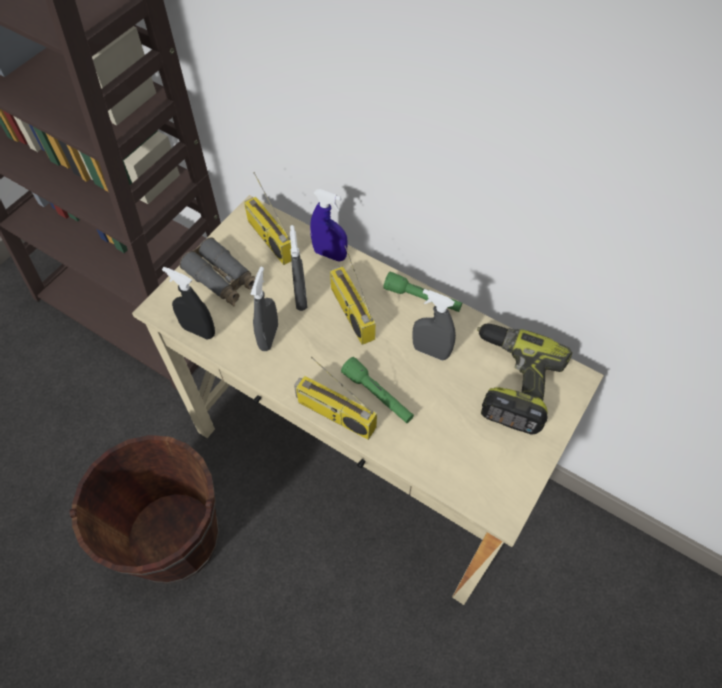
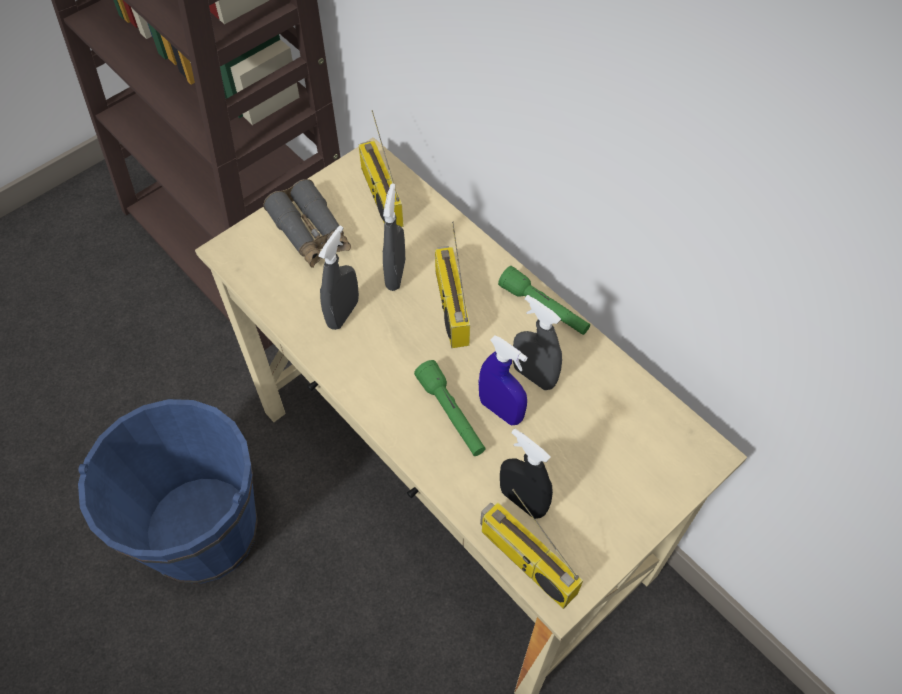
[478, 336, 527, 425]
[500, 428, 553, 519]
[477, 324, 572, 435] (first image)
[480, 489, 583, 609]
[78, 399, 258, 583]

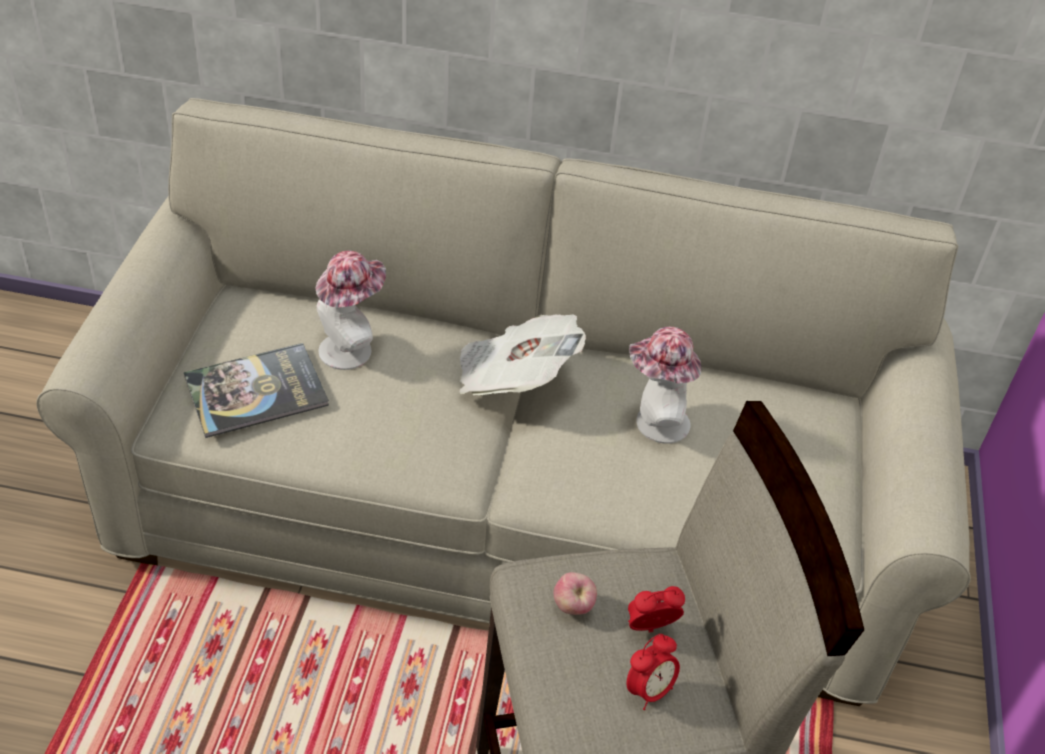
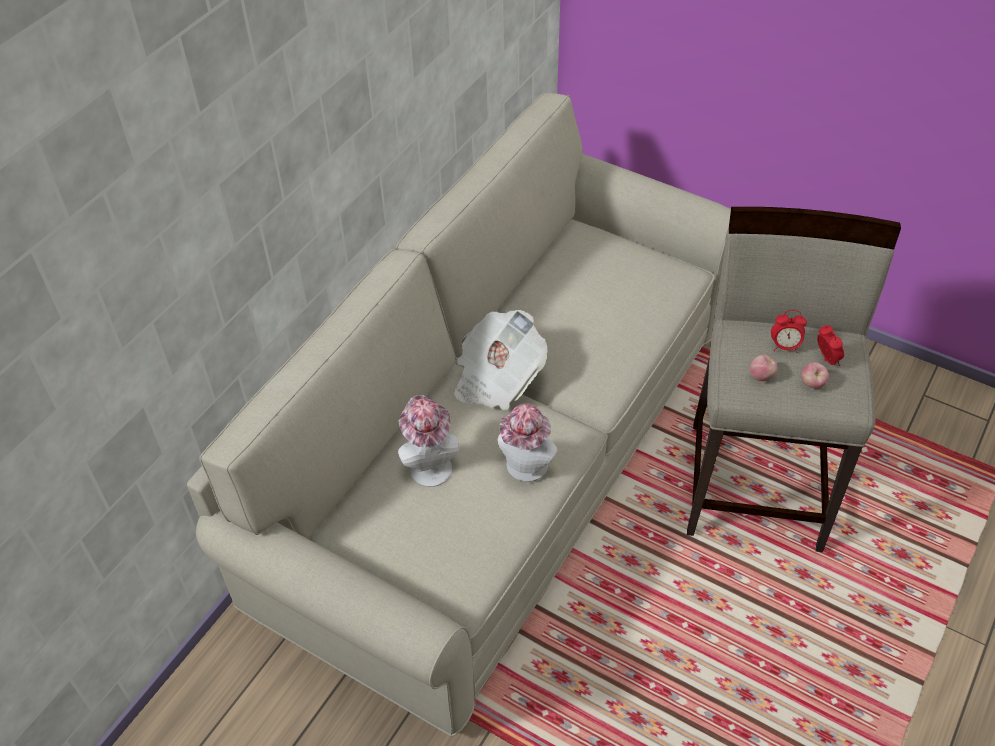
[498, 403, 557, 482]
[184, 343, 329, 438] (first image)
[771, 310, 807, 353]
[801, 362, 829, 389]

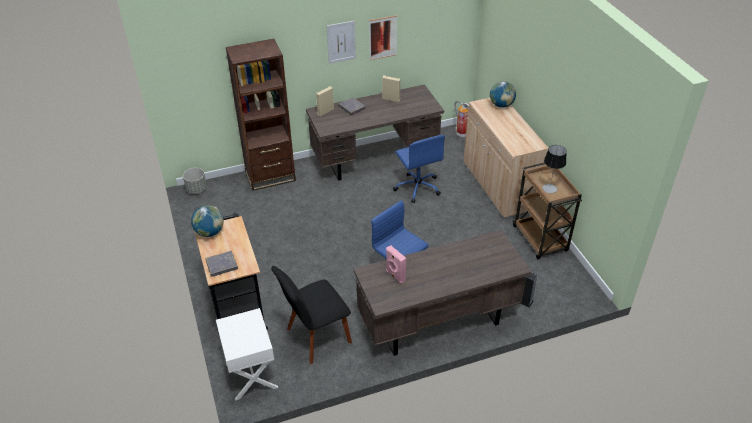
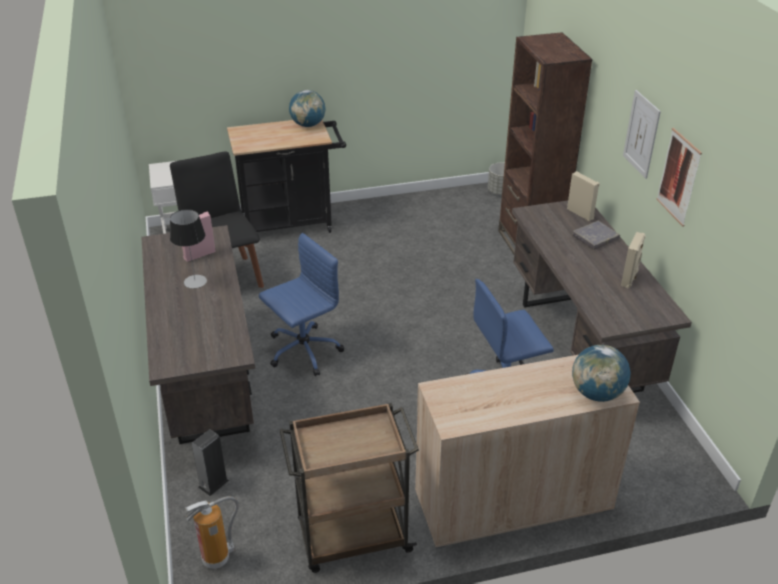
[185, 496, 239, 569]
[170, 209, 207, 288]
[205, 251, 238, 277] (first image)

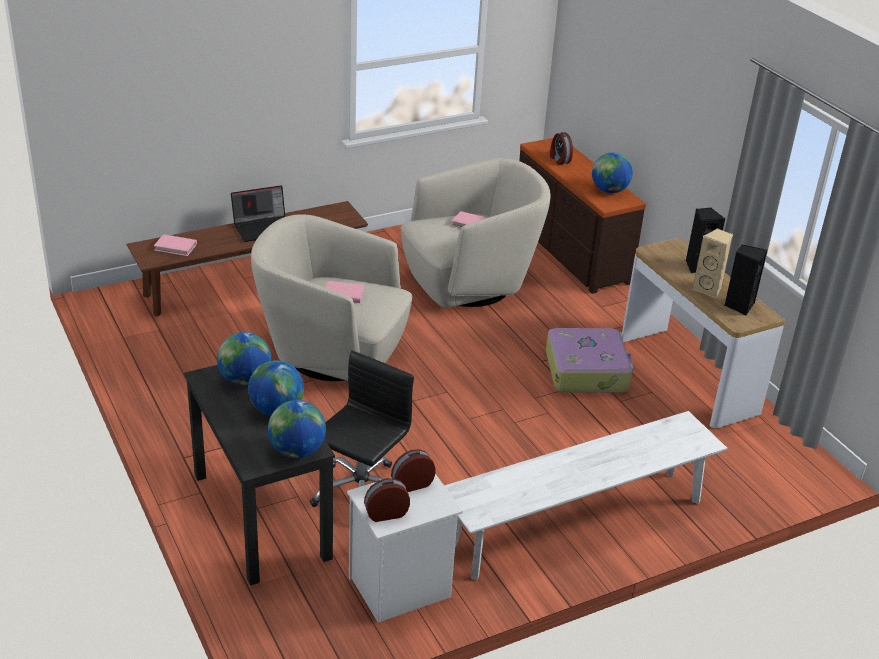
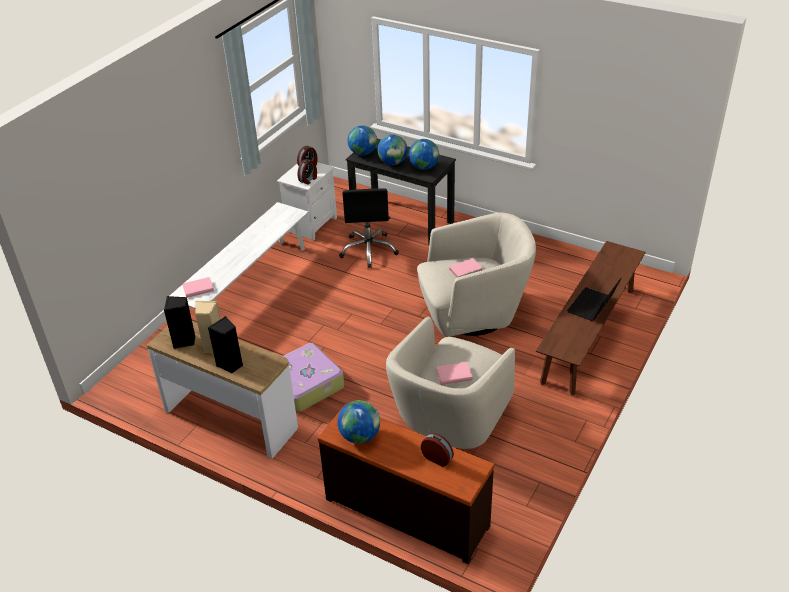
[182, 277, 214, 298]

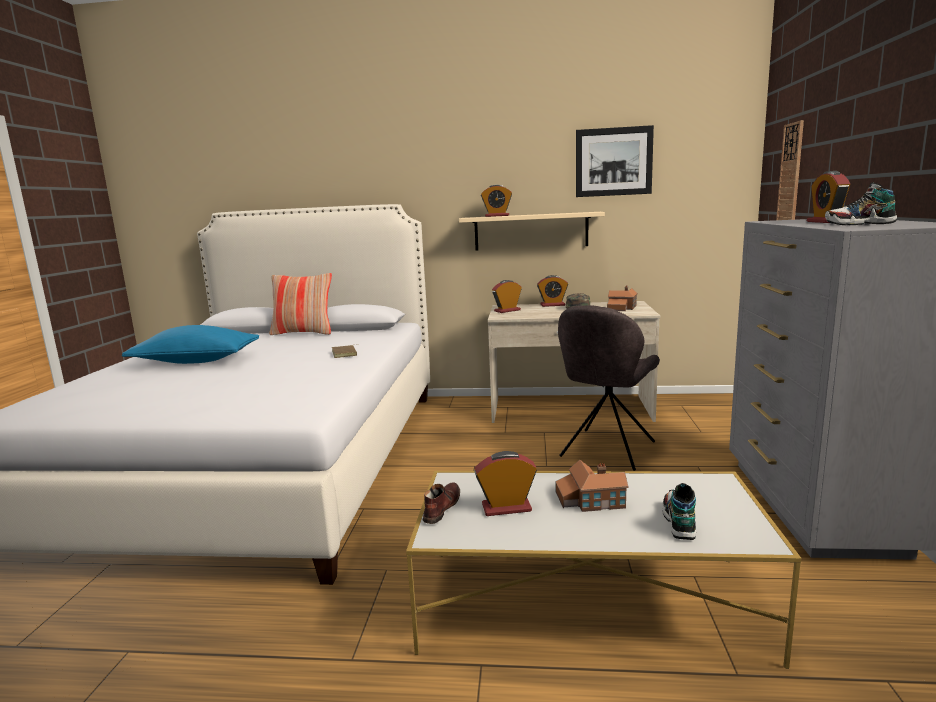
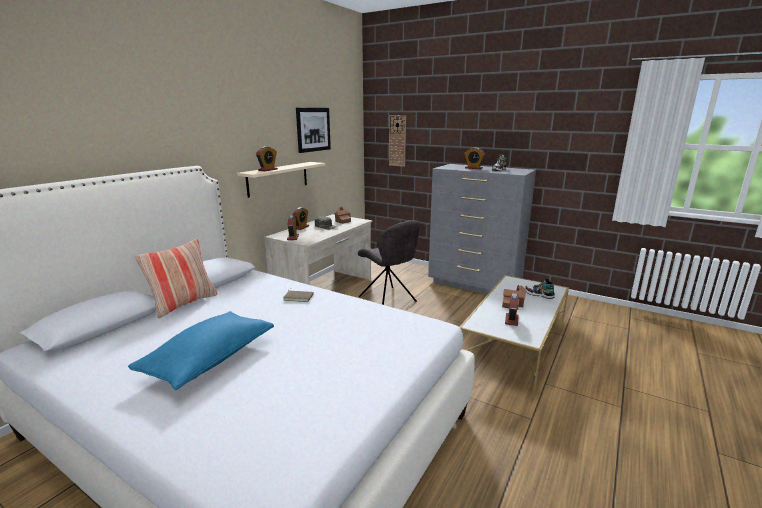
[422, 482, 460, 524] (first image)

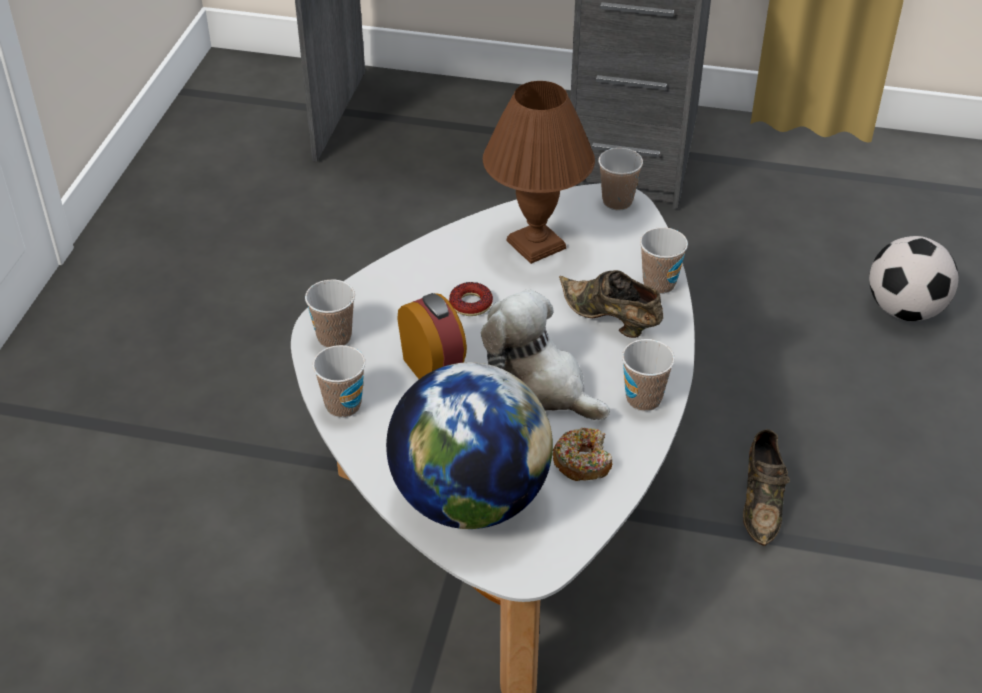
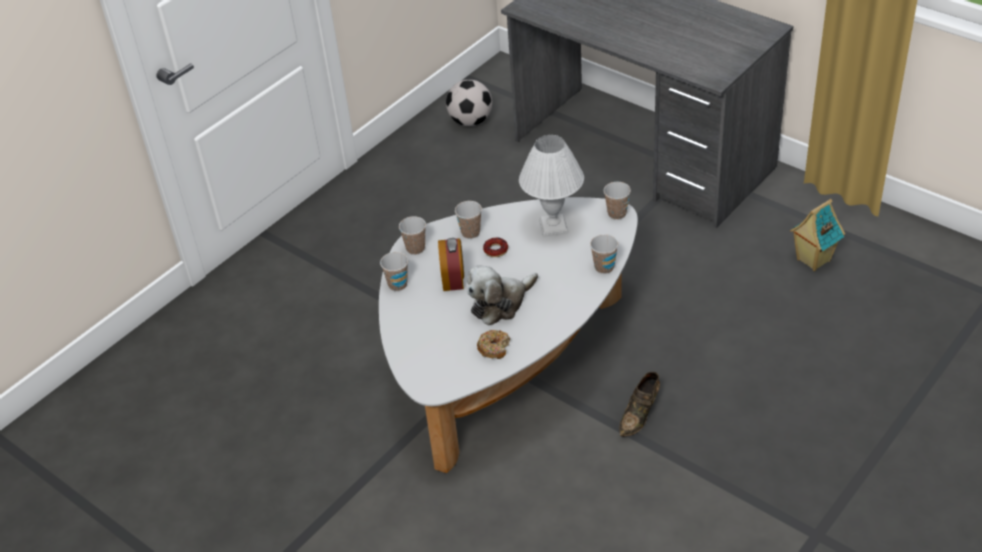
[519, 135, 584, 237]
[446, 80, 492, 126]
[559, 270, 663, 338] (first image)
[467, 265, 538, 326]
[455, 201, 482, 239]
[386, 362, 553, 529] (first image)
[790, 199, 845, 271]

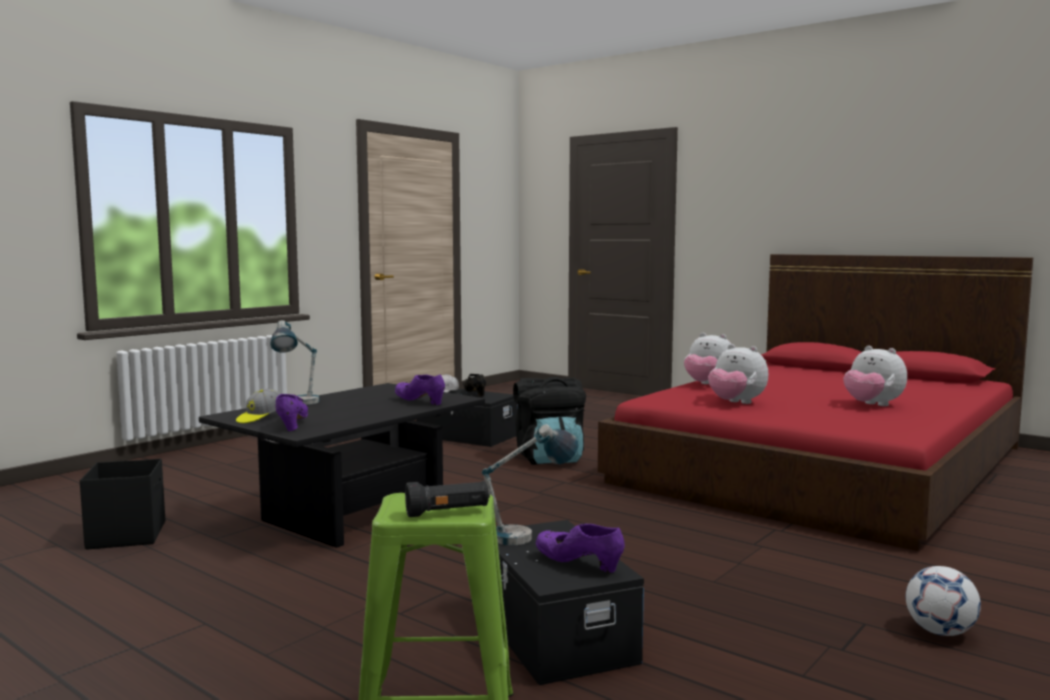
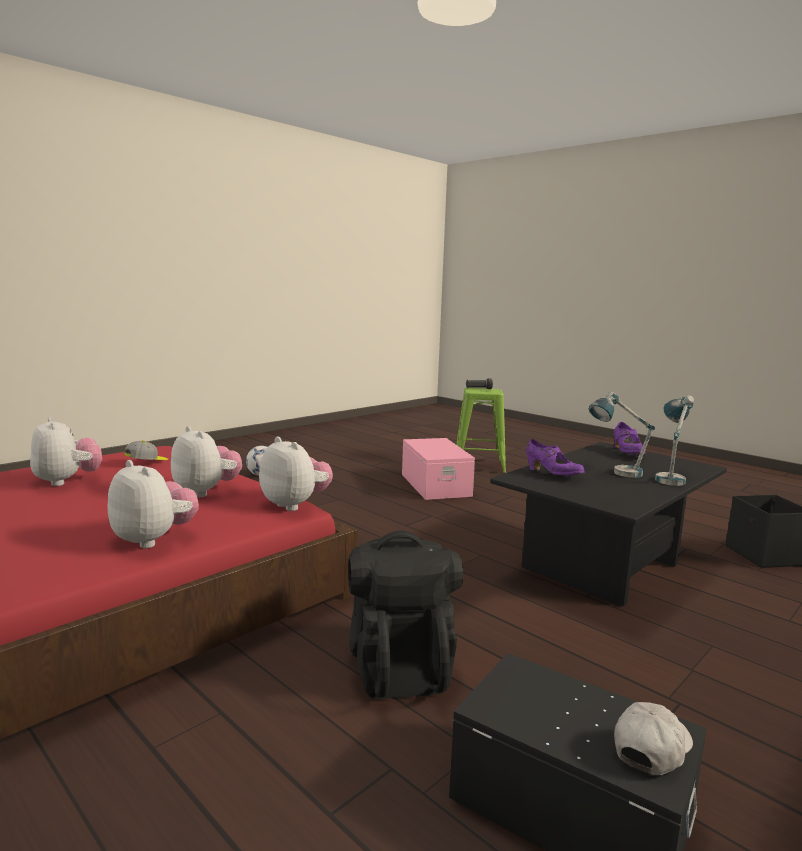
[463, 374, 486, 397] (first image)
[124, 440, 168, 460]
[589, 391, 655, 478]
[402, 438, 475, 500]
[536, 523, 625, 573] (first image)
[259, 436, 333, 511]

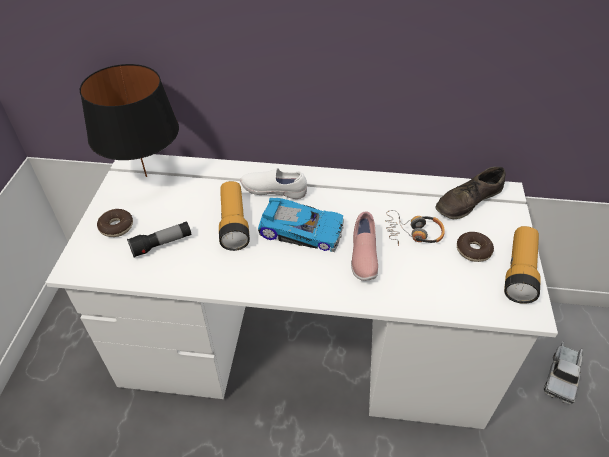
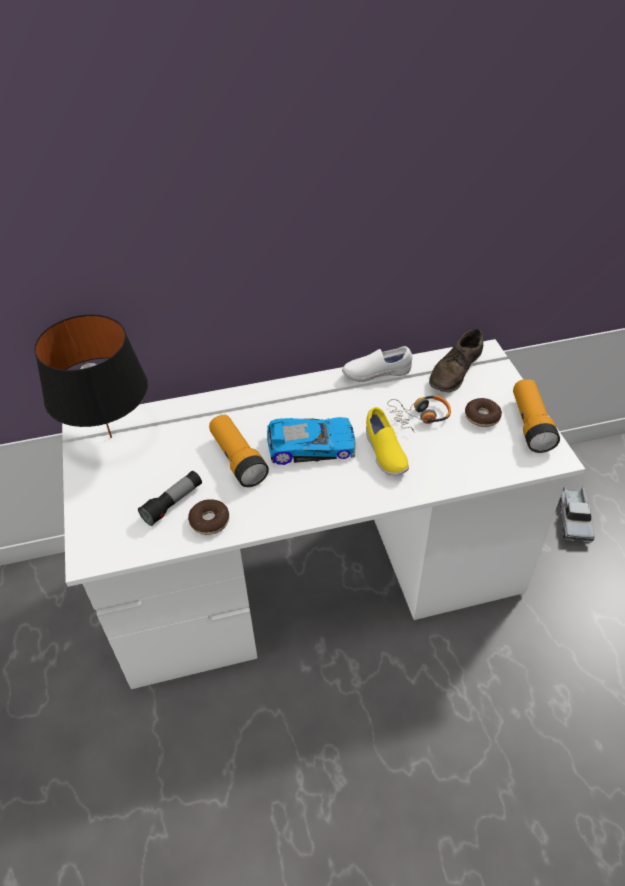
[342, 346, 413, 382]
[188, 499, 229, 535]
[366, 407, 409, 476]

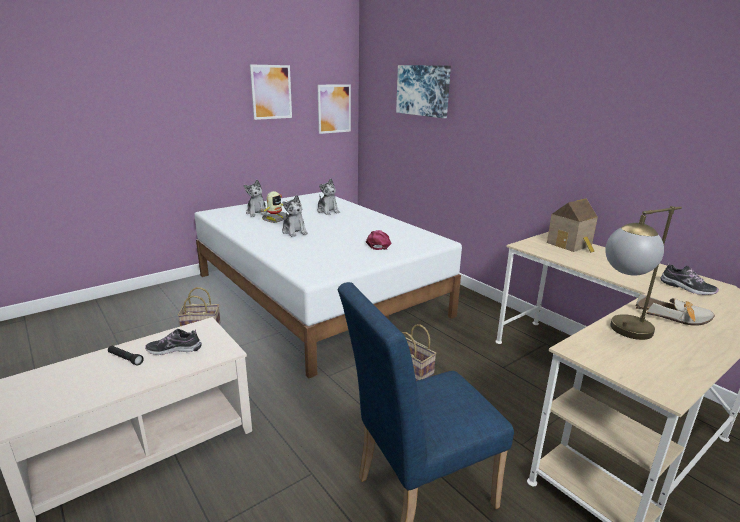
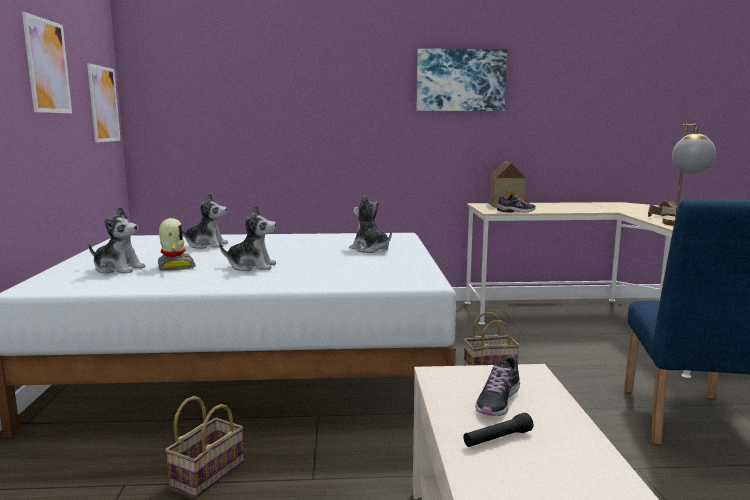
[417, 49, 507, 111]
[349, 195, 392, 253]
[497, 193, 536, 213]

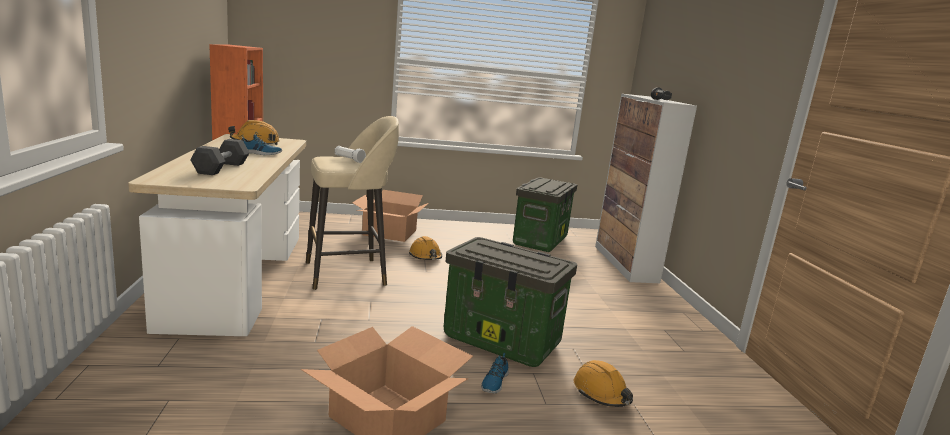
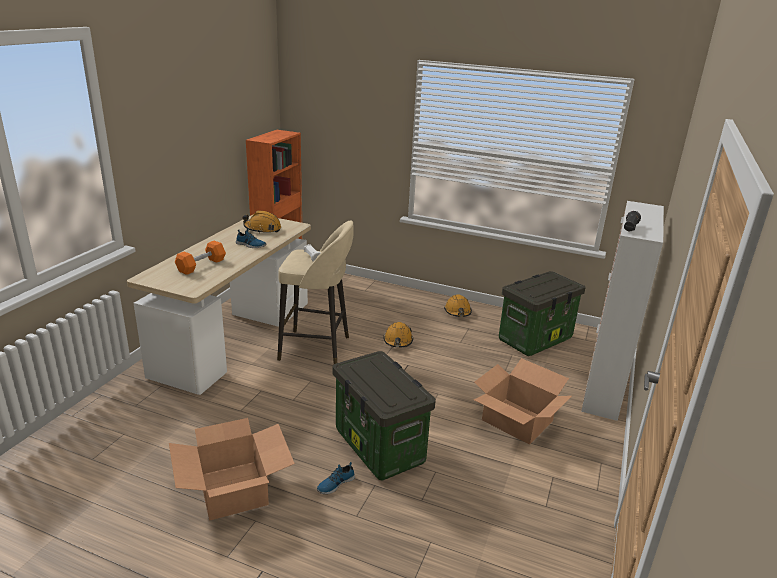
[175, 241, 226, 275]
[474, 358, 572, 444]
[444, 295, 472, 317]

